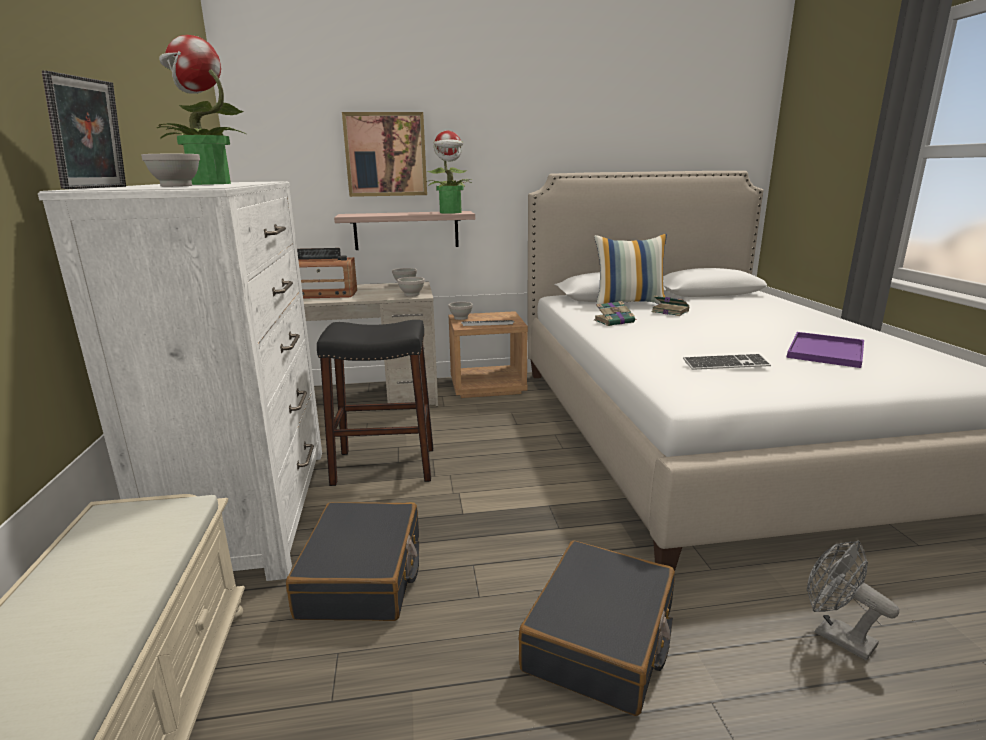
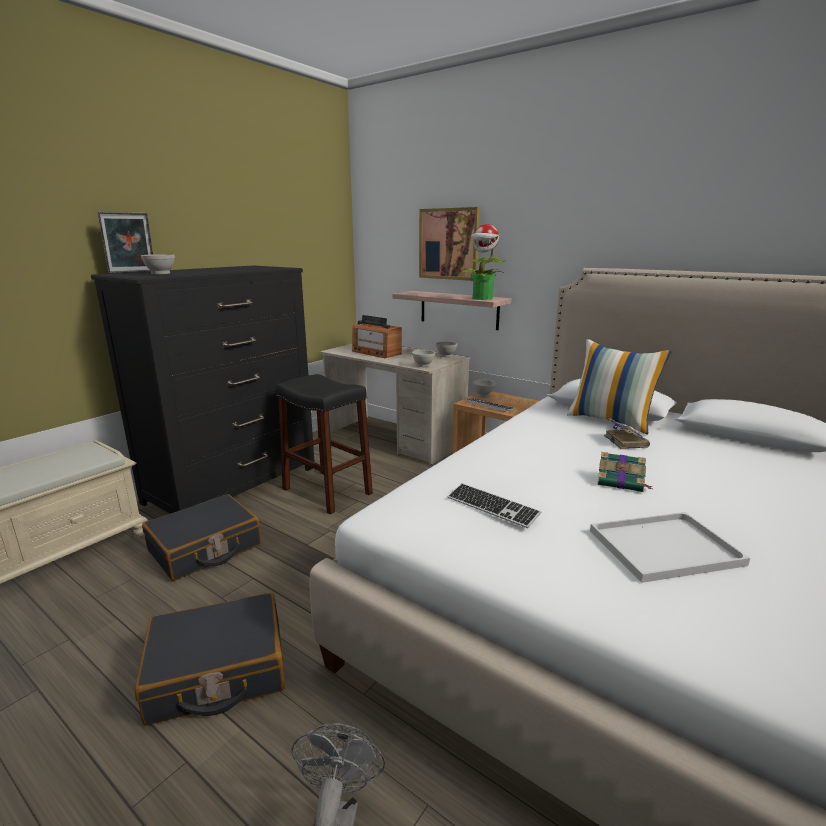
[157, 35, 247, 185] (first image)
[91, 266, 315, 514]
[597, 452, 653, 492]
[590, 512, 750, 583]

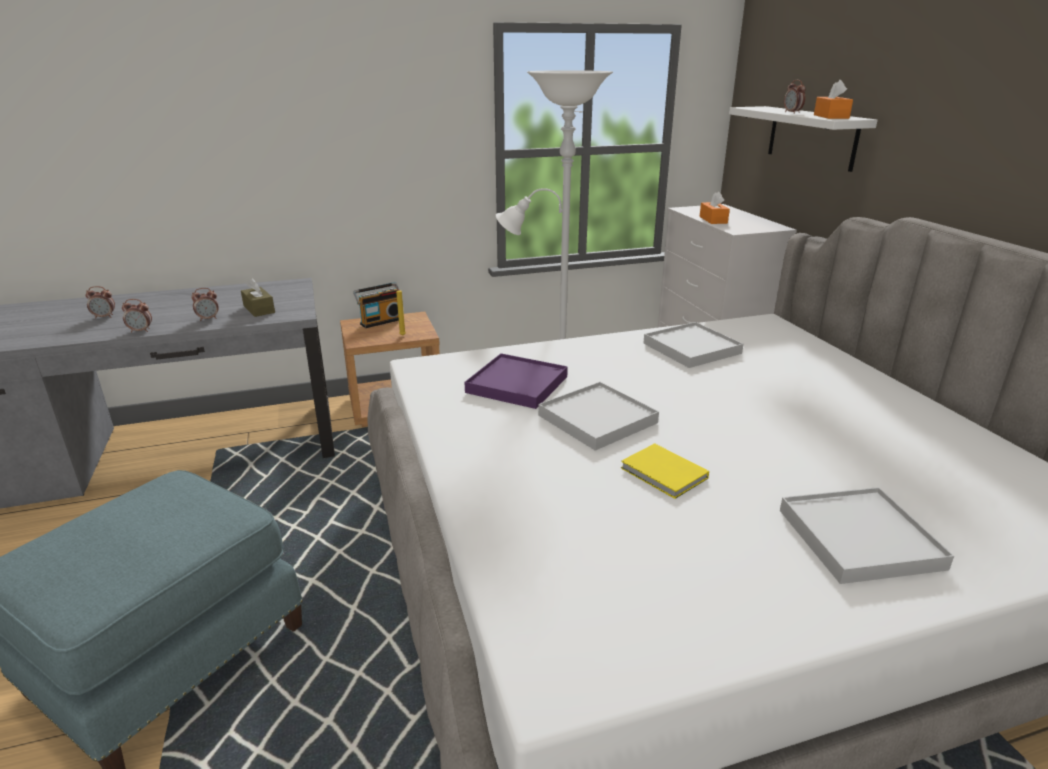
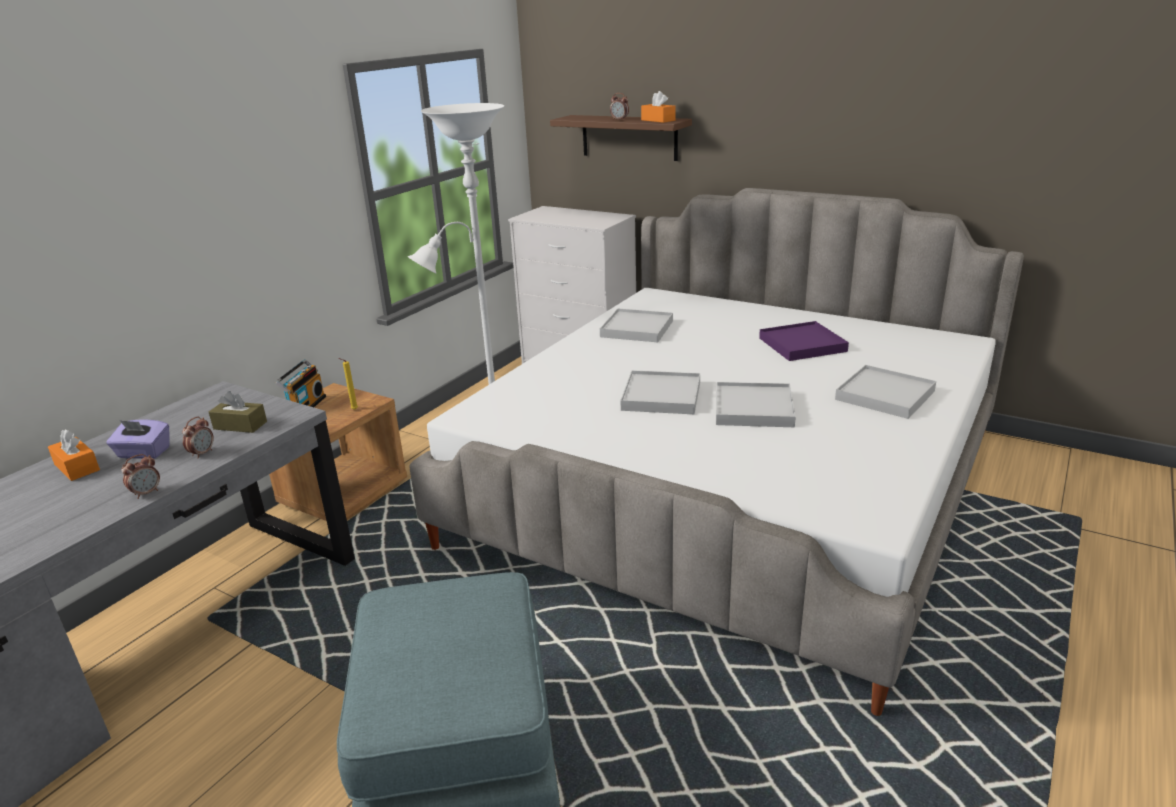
[550, 115, 692, 161]
[48, 429, 100, 481]
[85, 286, 115, 319] (first image)
[759, 321, 849, 361]
[716, 382, 796, 427]
[106, 419, 170, 459]

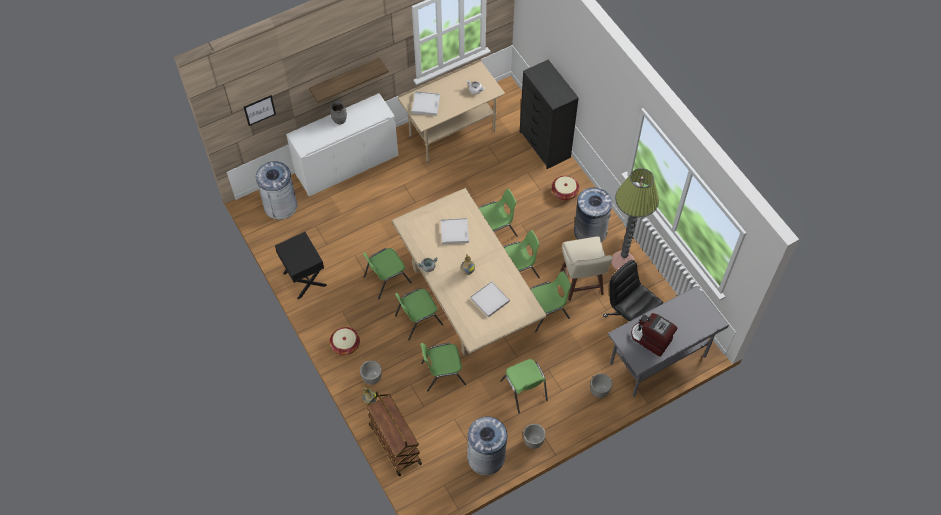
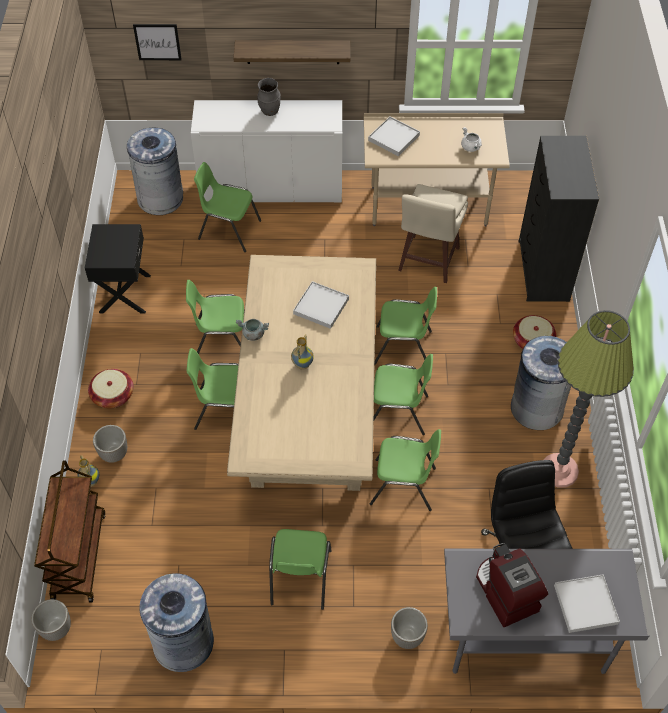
[398, 184, 468, 283]
[554, 574, 620, 633]
[194, 162, 261, 252]
[31, 599, 71, 641]

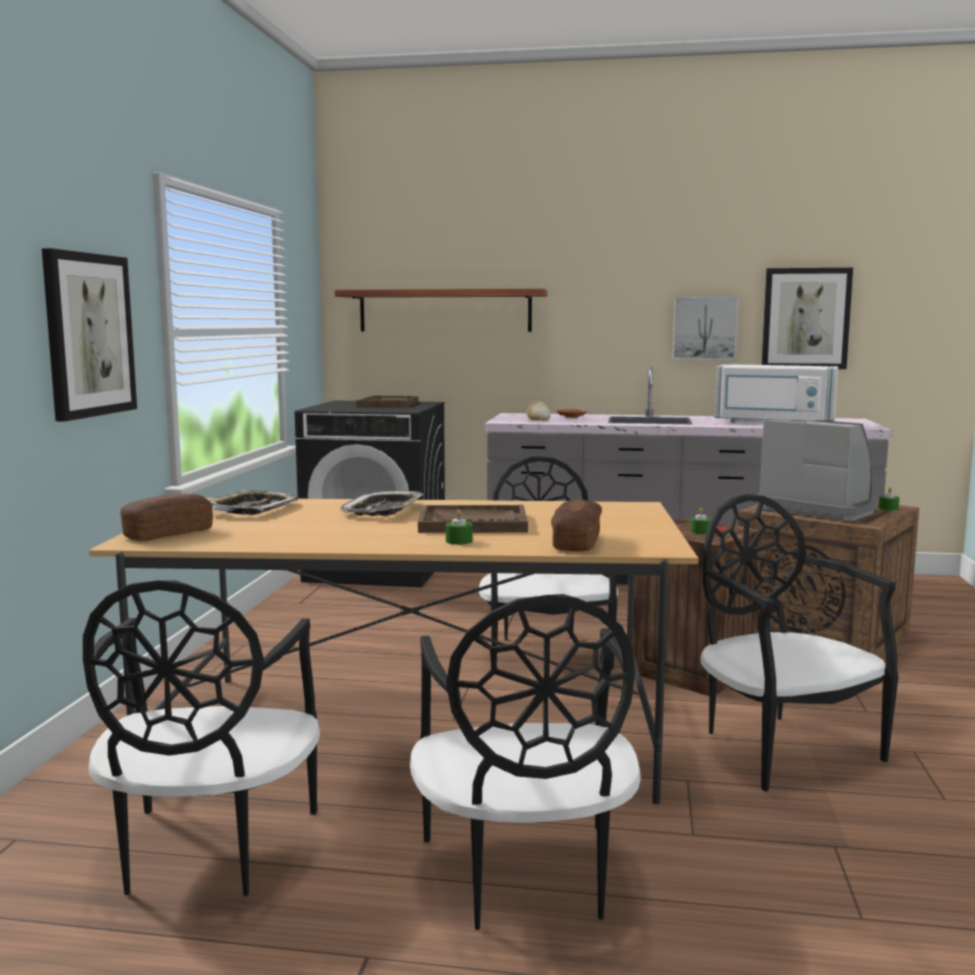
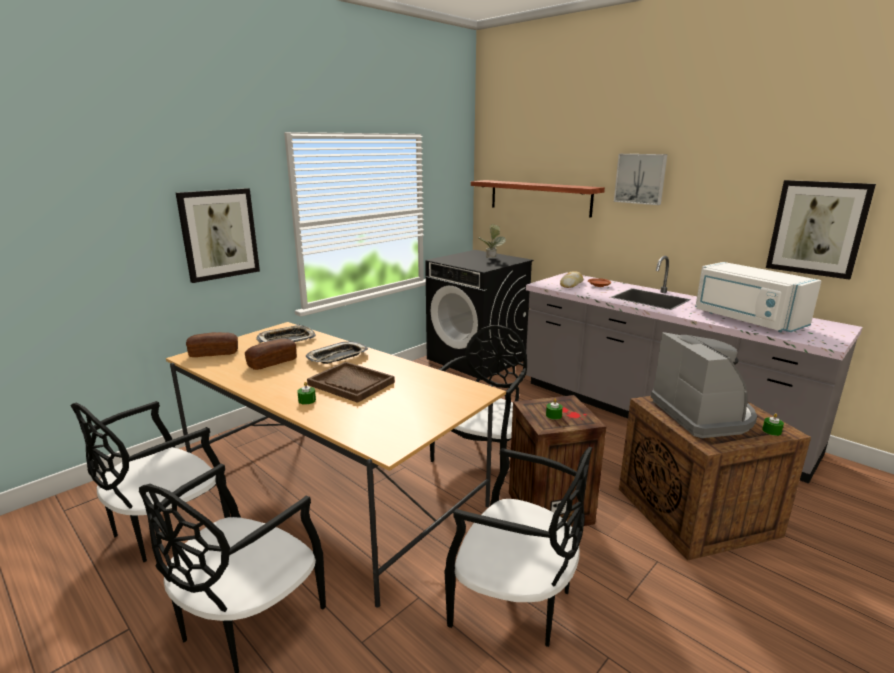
[614, 154, 668, 205]
[478, 224, 506, 258]
[444, 447, 593, 647]
[245, 339, 297, 370]

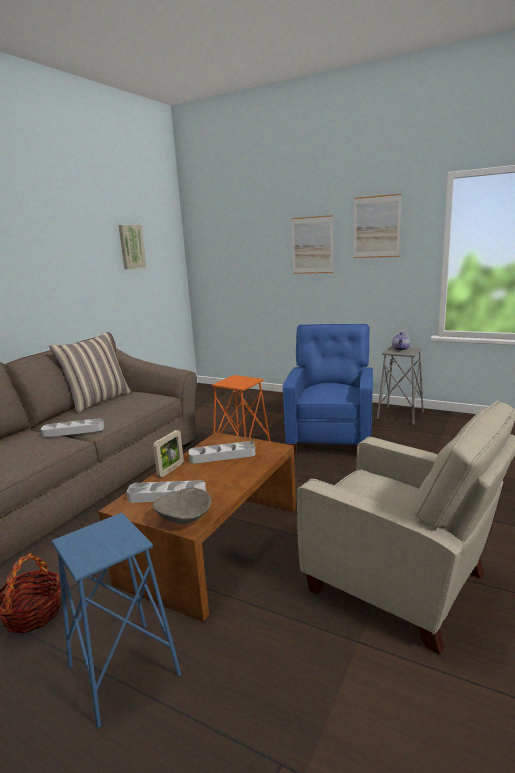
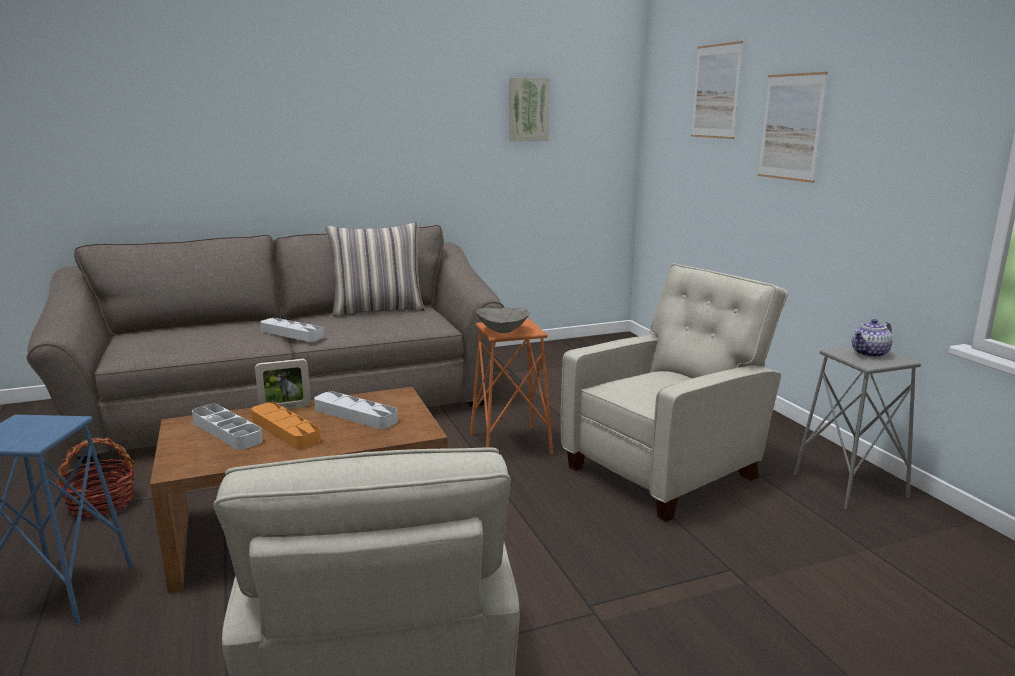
[691, 41, 743, 139]
[561, 263, 788, 522]
[476, 307, 530, 333]
[251, 402, 321, 449]

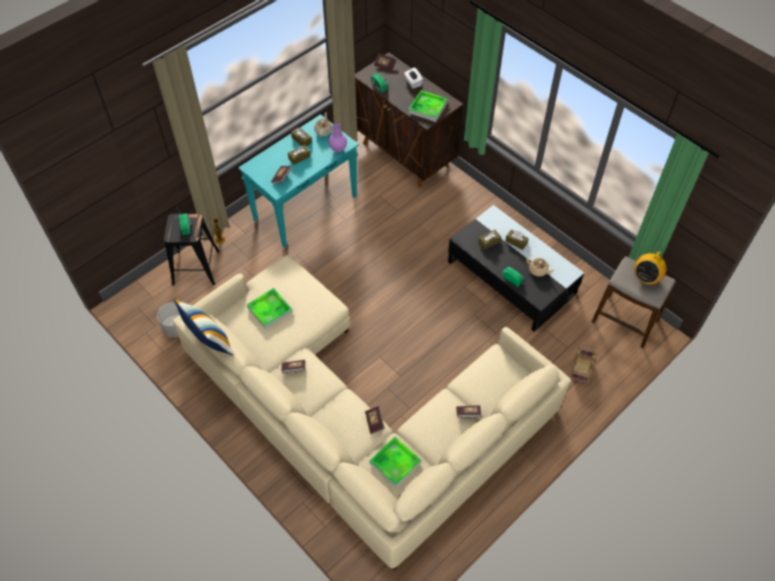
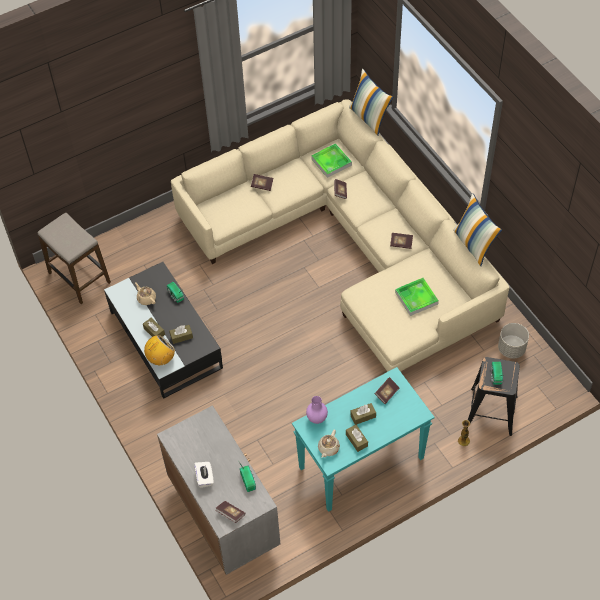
[157, 405, 280, 575]
[408, 90, 448, 122] (first image)
[144, 335, 175, 365]
[571, 345, 597, 383] (first image)
[349, 69, 393, 136]

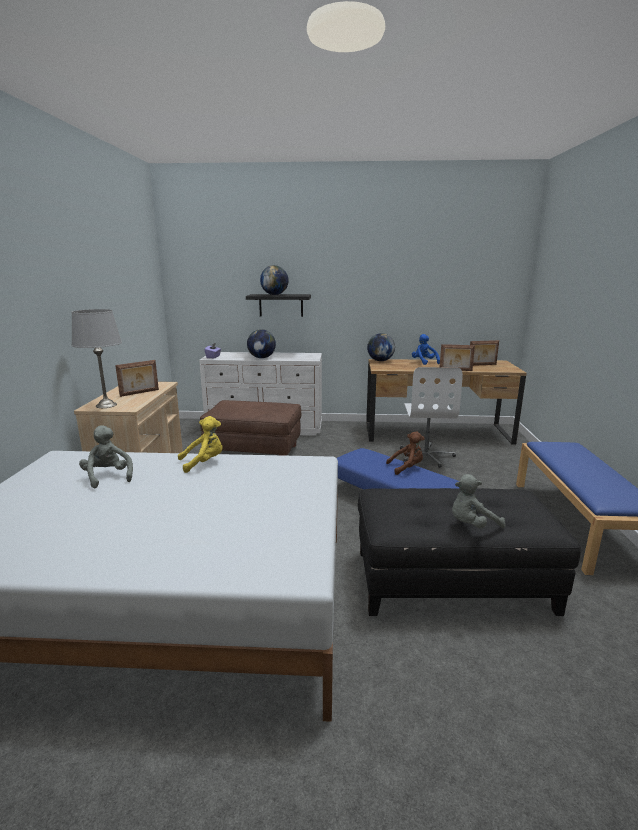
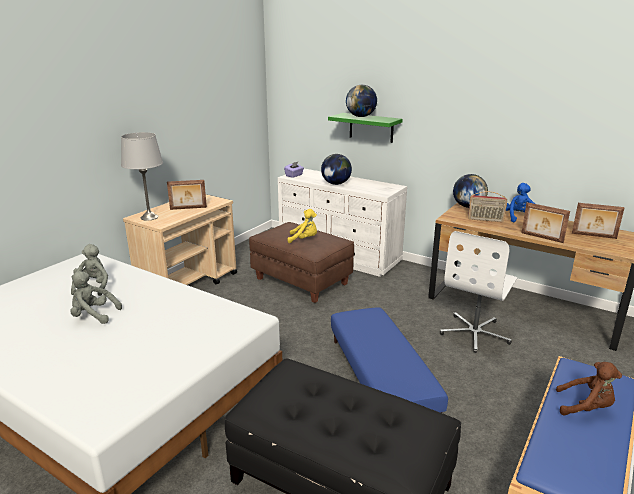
[328, 113, 403, 143]
[287, 209, 317, 243]
[556, 362, 622, 416]
[70, 271, 122, 324]
[468, 191, 507, 222]

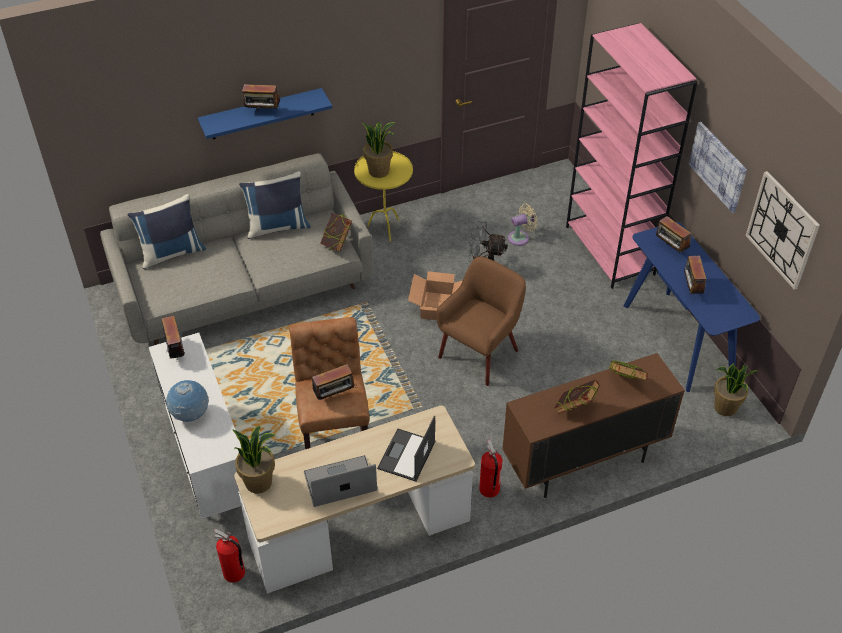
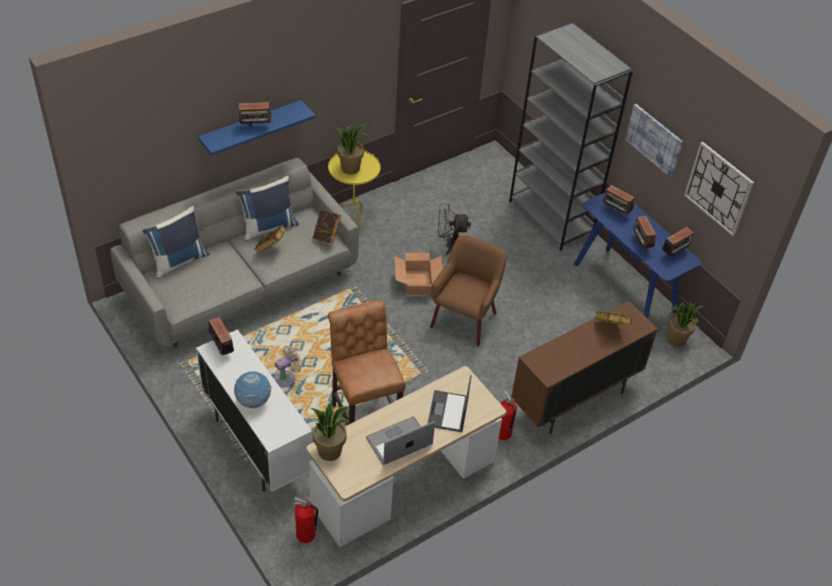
[509, 23, 633, 251]
[274, 345, 302, 387]
[662, 227, 693, 256]
[254, 225, 286, 253]

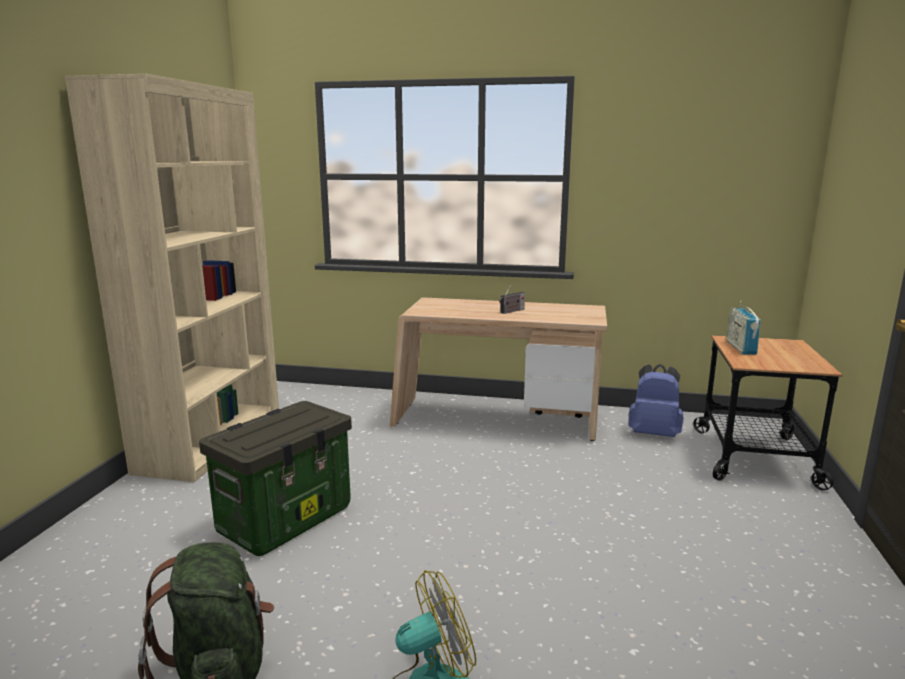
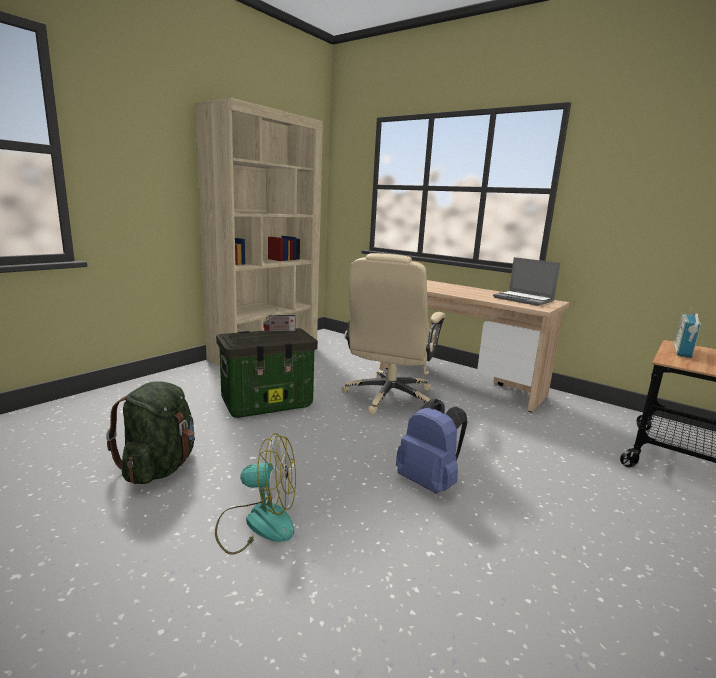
[266, 307, 296, 332]
[396, 399, 467, 494]
[342, 253, 446, 415]
[493, 257, 560, 306]

